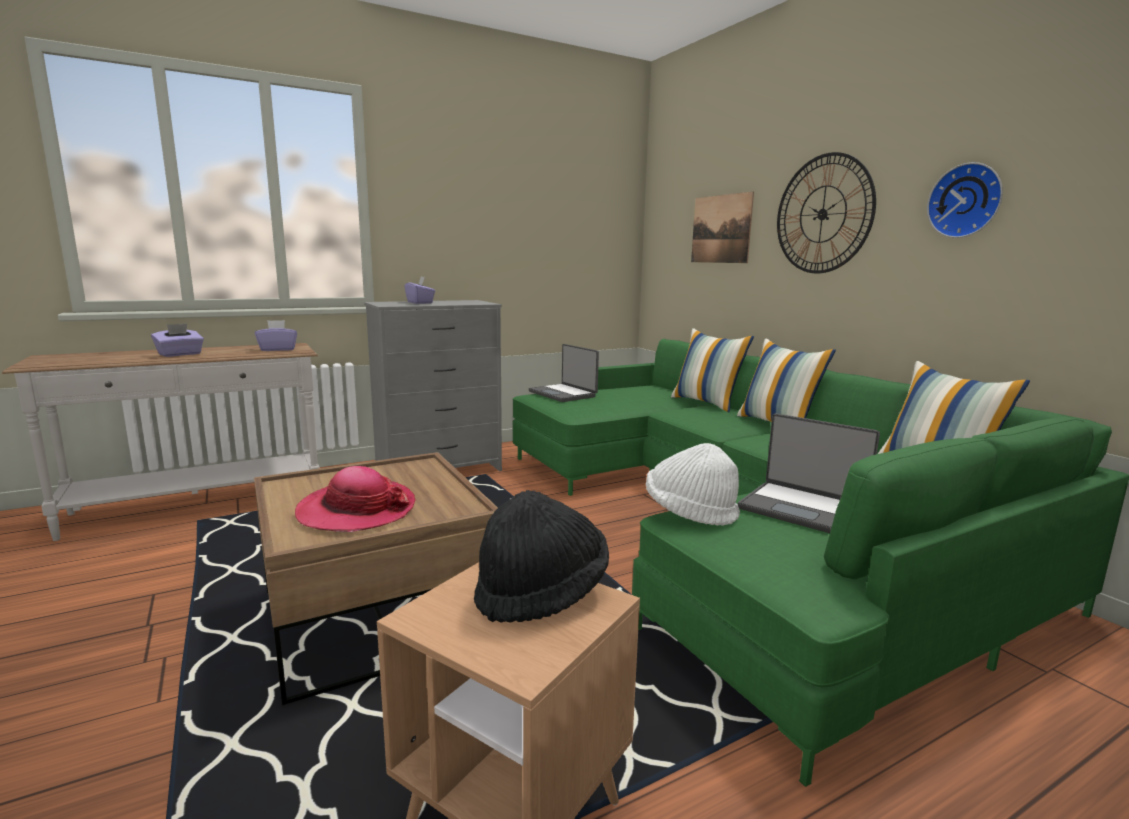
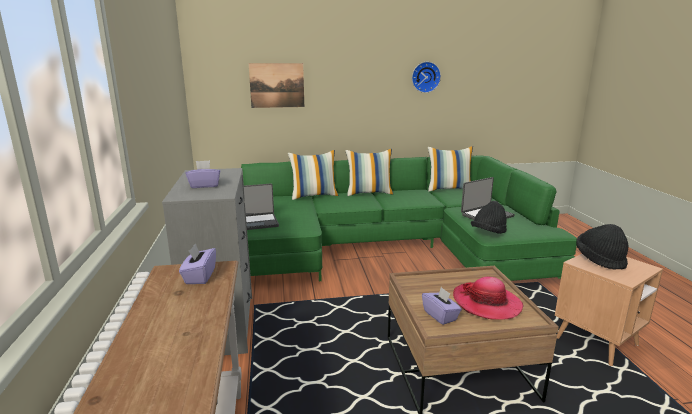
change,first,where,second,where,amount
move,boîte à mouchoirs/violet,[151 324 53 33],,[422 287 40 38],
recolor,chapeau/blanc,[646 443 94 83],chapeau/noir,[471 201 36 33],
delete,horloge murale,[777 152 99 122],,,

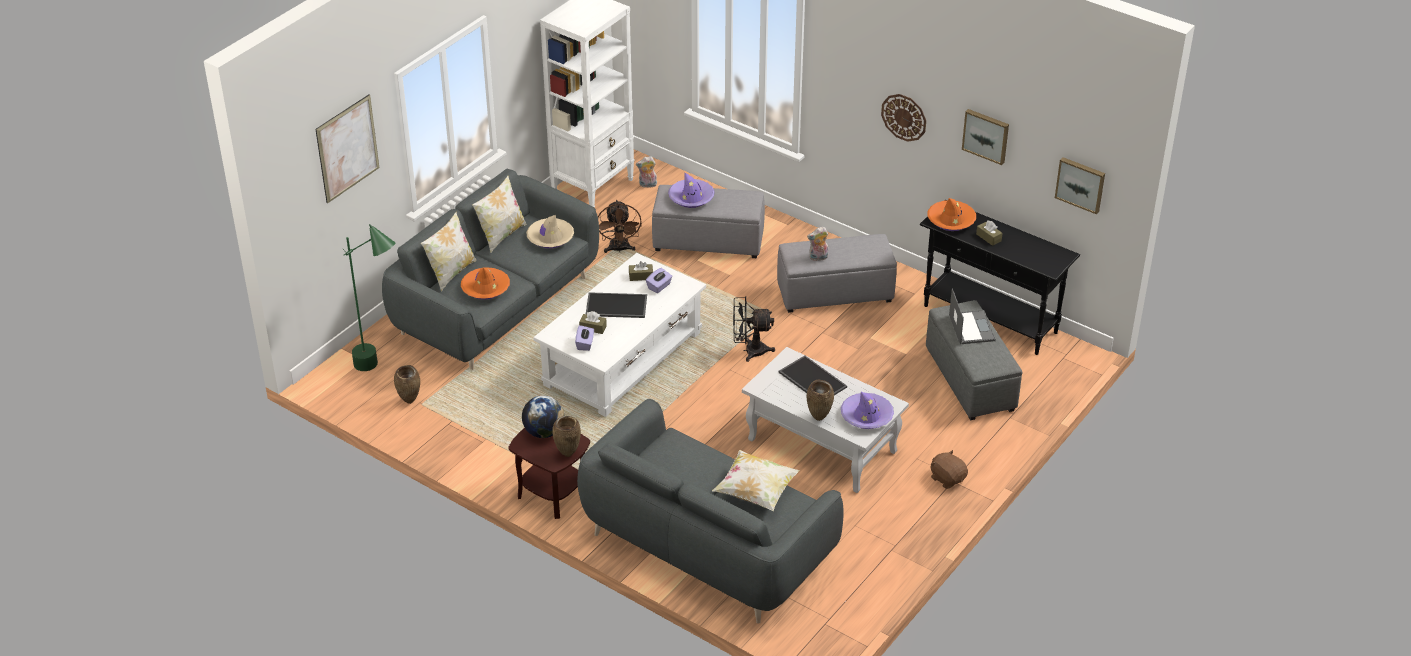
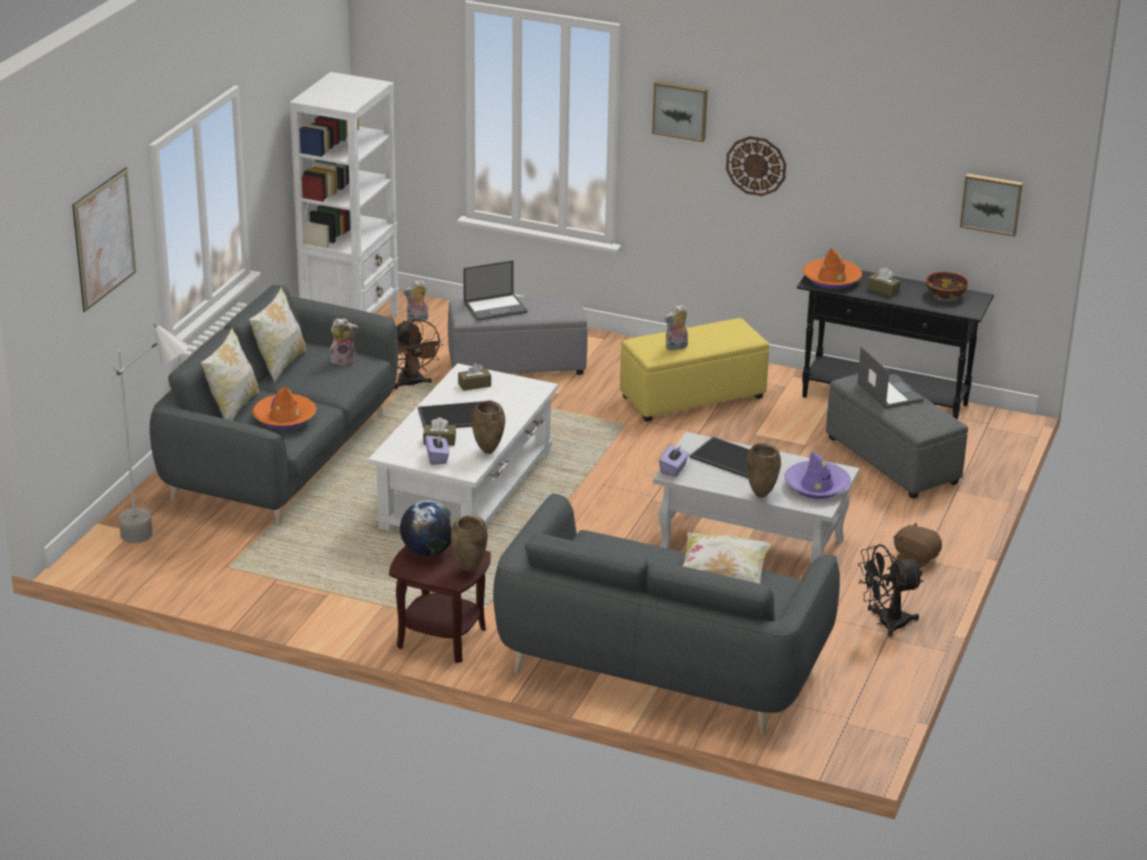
change,first,where,second,where,amount
recolor,lampadaire/vert,[343 224 52 147],lampadaire/gris,[110 322 79 221],
move,vase/marron,[394 365 26 39],,[472 400 33 54],
replace,chapeau/beige,[526 215 48 33],peluche,[330 318 28 48],
move,boîte à mouchoirs/violet,[646 268 27 25],,[659 445 30 32],
replace,chapeau/violet,[668 173 47 35],ordinateur portable,[463 260 64 61],
move,ventilateur/noir,[733 296 42 66],,[858 544 65 93],
recolor,pouf/gris,[777 234 120 79],pouf/jaune,[620 318 149 104],
move,tableau,[962 109 47 56],,[652 81 56 61],
insert,,,bol,[926 272 42 27],

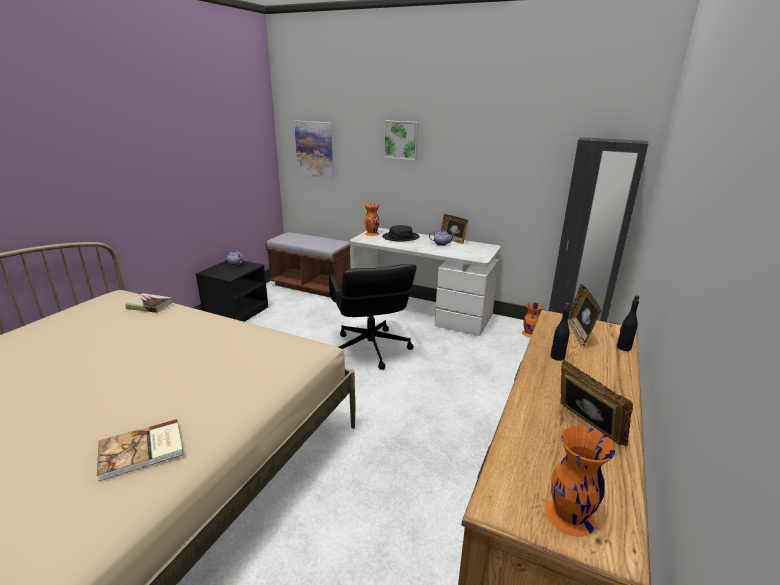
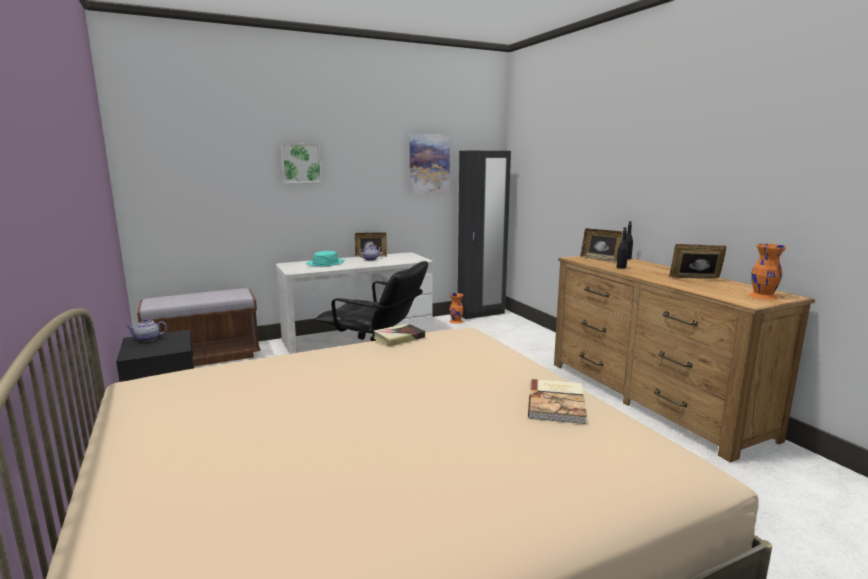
change,first,where,second,where,amount
move,livre,[125 293 47 20],,[374 323 51 24],
move,tableau,[294 121 39 59],,[410 134 40 59],
delete,vase/orange,[365 204 14 32],,,
recolor,chapeau/noir,[382 225 38 17],chapeau/turquoise,[306 251 39 16],

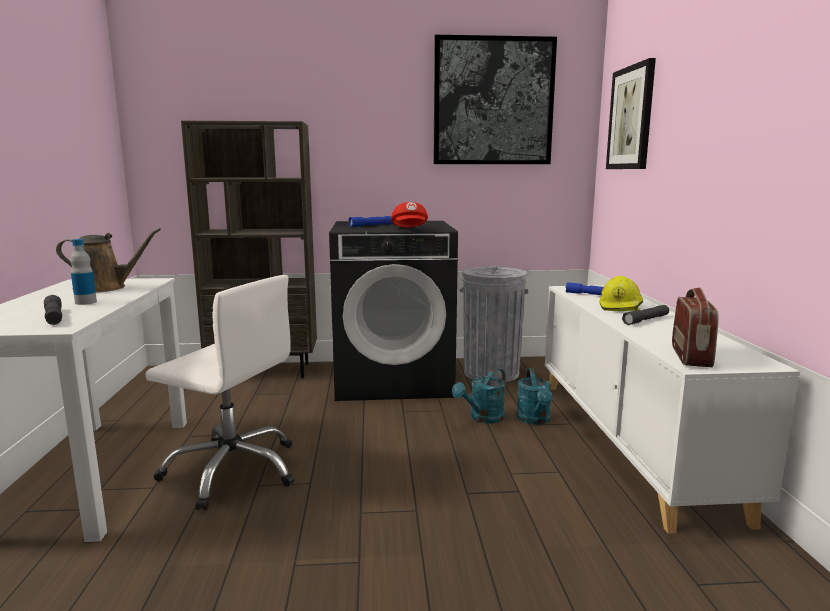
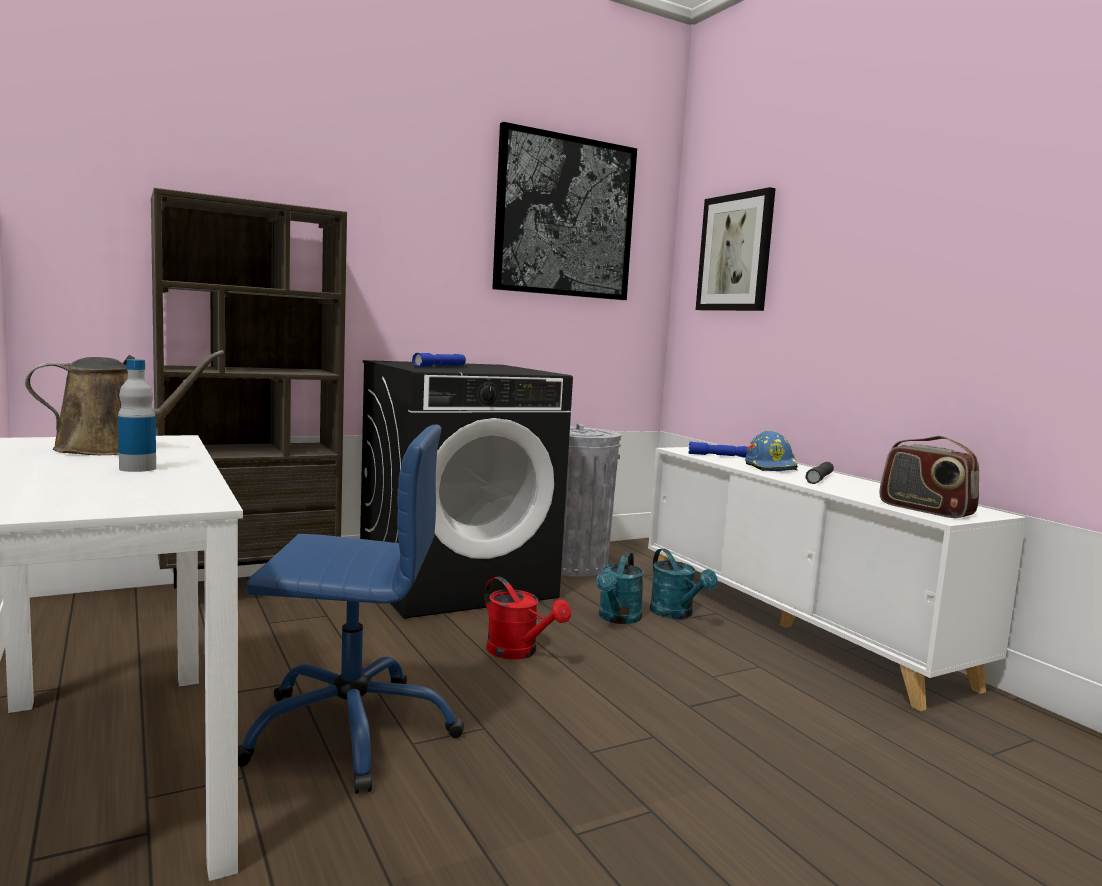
change,first,where,second,where,amount
delete,lampe de poche/gris,[44 295 18 30],,,
recolor,chaise de bureau/blanc,[145 275 150 235],chaise de bureau/bleu,[238 425 226 369],
delete,casquette/rouge,[391 202 37 25],,,
recolor,casque de chantier/jaune,[599 276 44 35],casque de chantier/bleu,[745 431 53 40],
rotate,radio,[672 287 47 80],,[879 436 100 82],150 degrees clockwise
insert,,,arrosoir/rouge,[485 577 86 82],

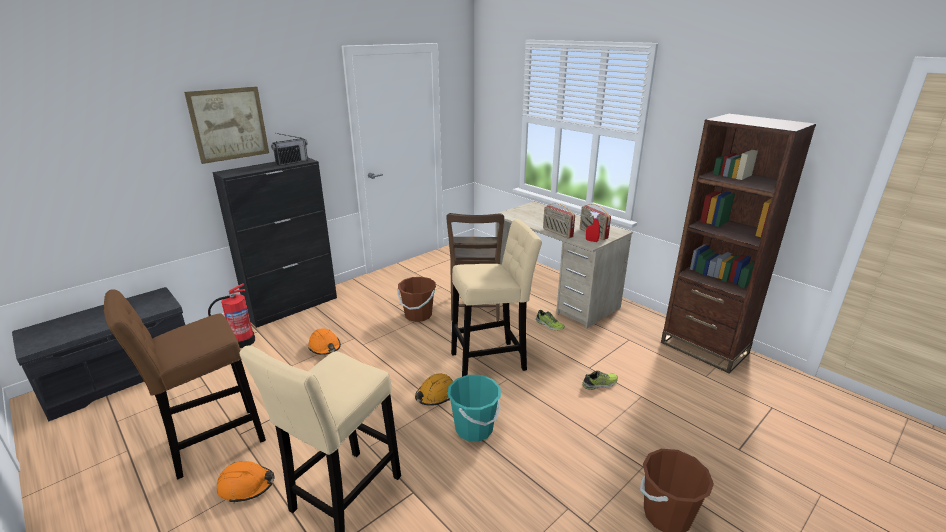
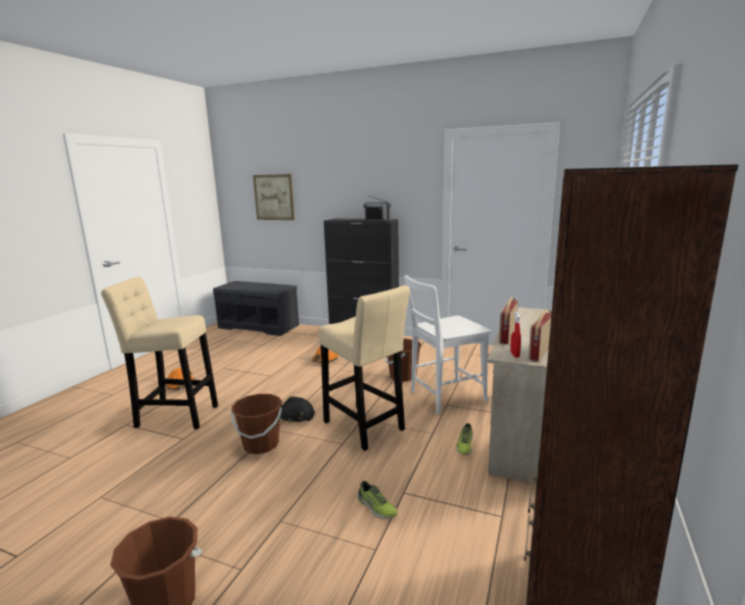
change,first,where,second,where,amount
delete,tabouret/marron,[104 289 162 191],,,
move,tableau,[184 86 85 78],,[253 174 42 46],
delete,extincteur,[208 283 47 65],,,
recolor,casque de chantier/orange,[415 373 38 33],casque de chantier/noir,[280 396 35 27],
recolor,chaise/marron,[446 213 58 108],chaise/blanc,[404 275 87 139],
recolor,seau/turquoise,[447 375 54 67],seau/marron,[231 394 51 60],

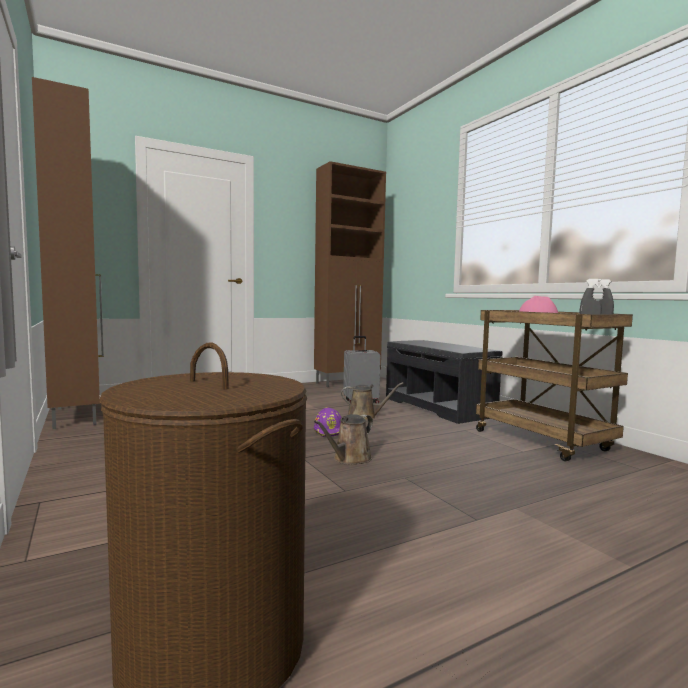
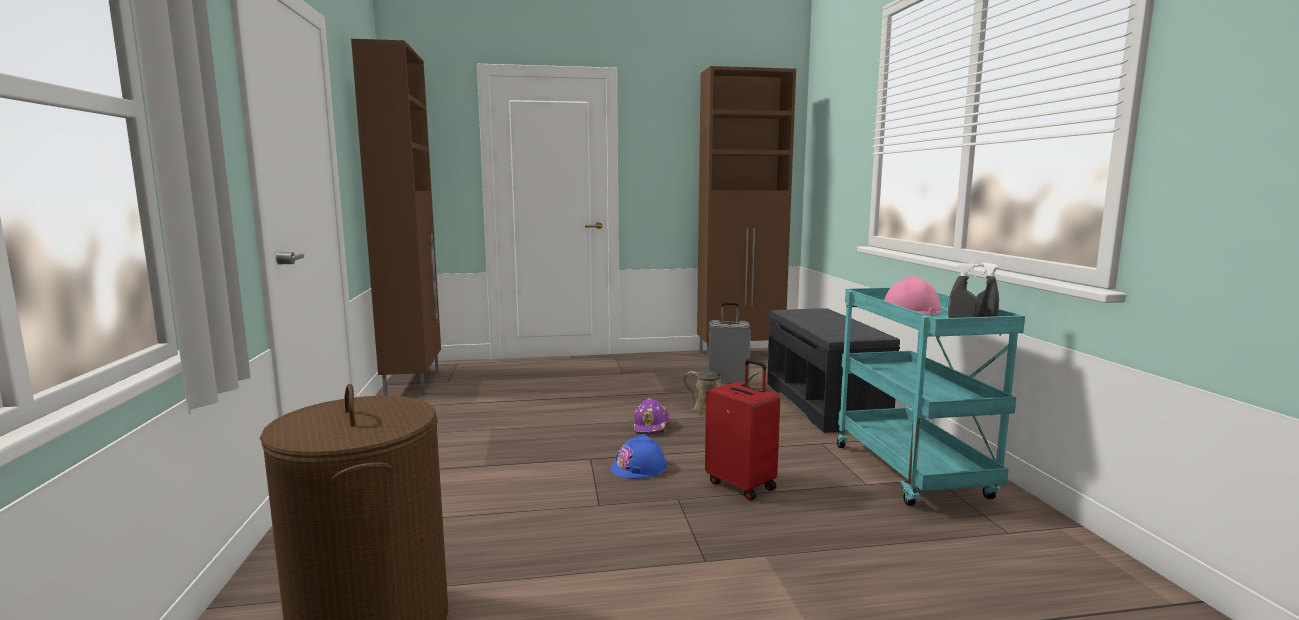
change,first,where,second,where,amount
replace,arrosoir/marron,[314 414 59 51],casque de chantier/bleu,[611 434 56 45],
recolor,chariot/marron,[476 310 157 151],chariot/turquoise,[837 288 188 218],
insert,,,valise/rouge,[705 359 75 142],

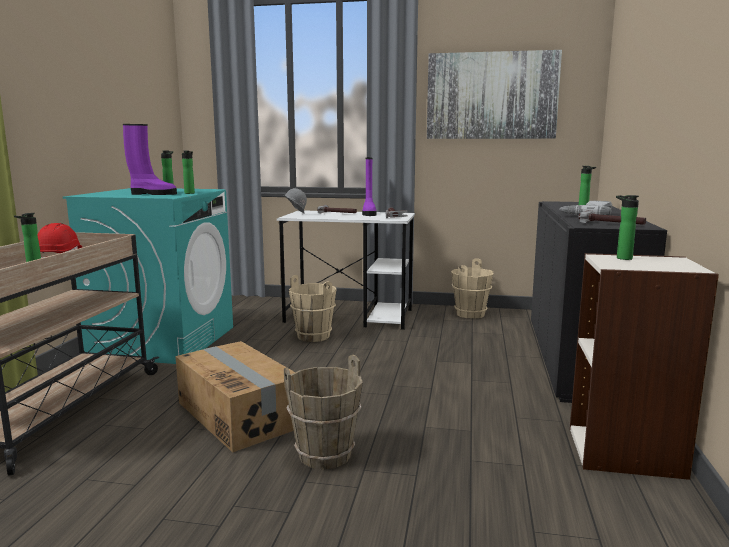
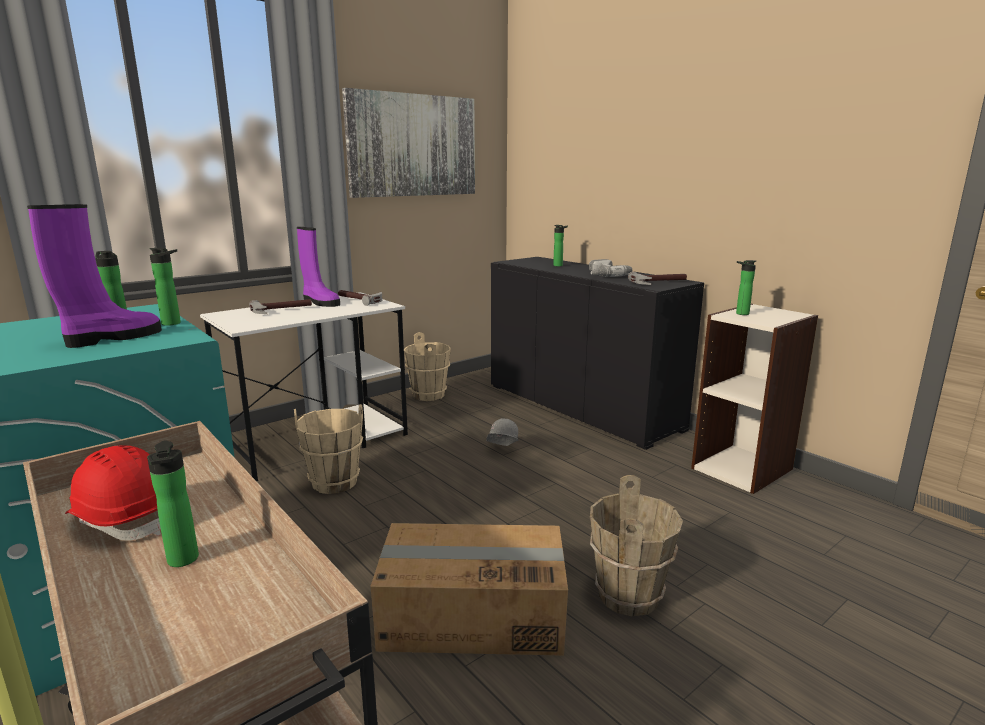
change,first,where,second,where,amount
move,casque de chantier/gris,[284 188 23 26],,[487 418 31 28],

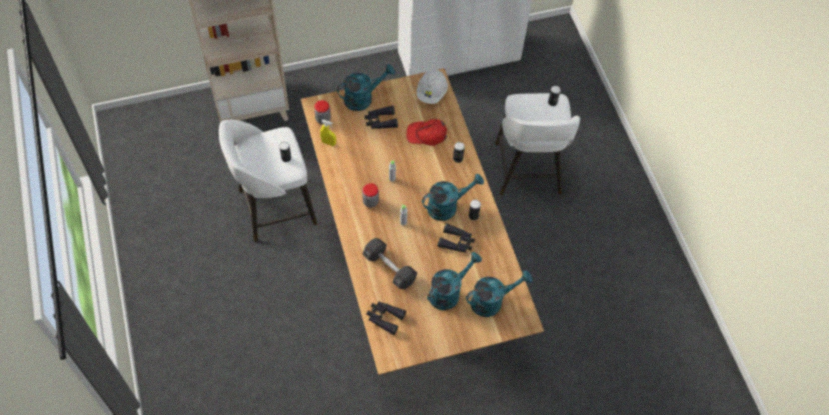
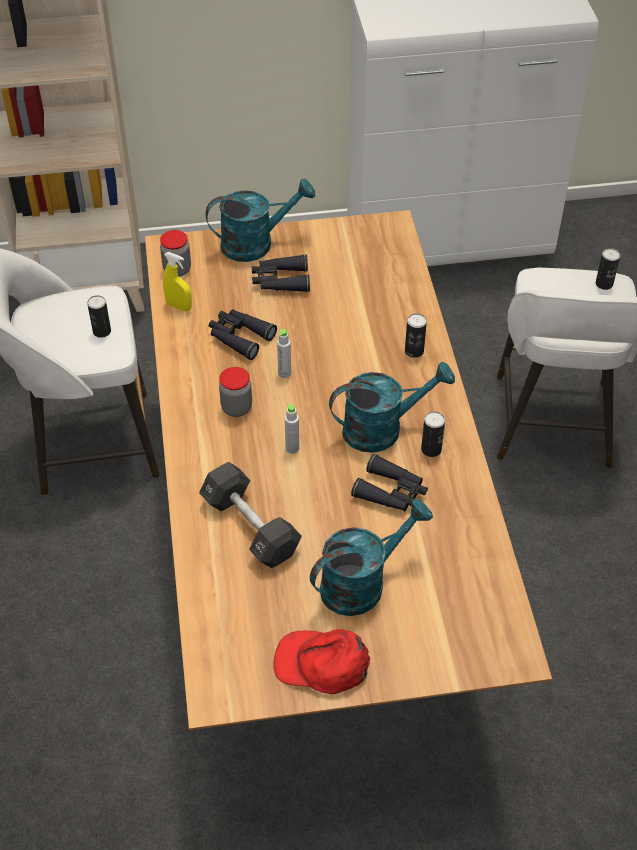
change,first,where,second,where,amount
move,jumelles/noir,[366 301 40 34],,[209 309 68 51],
move,casquette/rouge,[406 119 41 27],,[273 629 97 65],
delete,casque de chantier/blanc,[417 69 31 35],,,
delete,arrosoir/turquoise,[466 270 66 47],,,

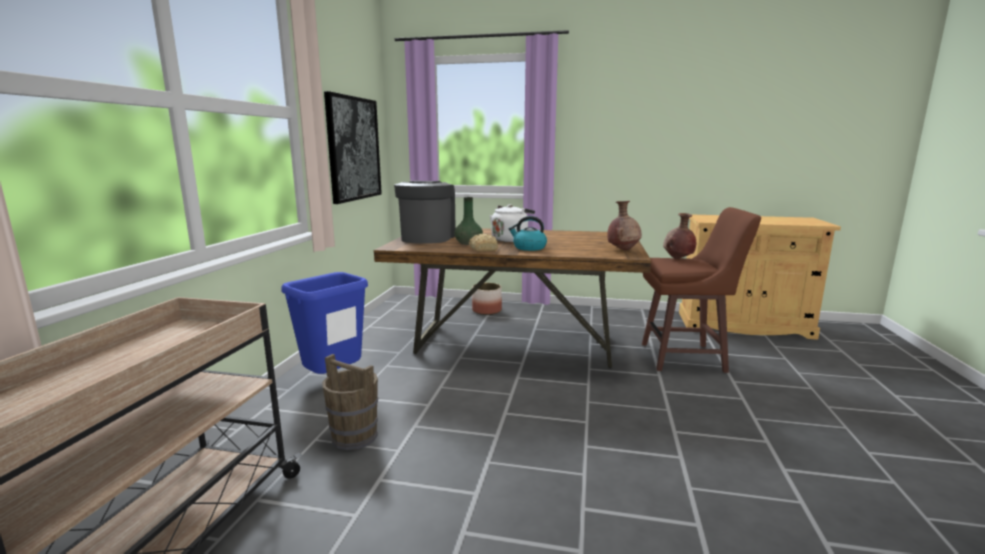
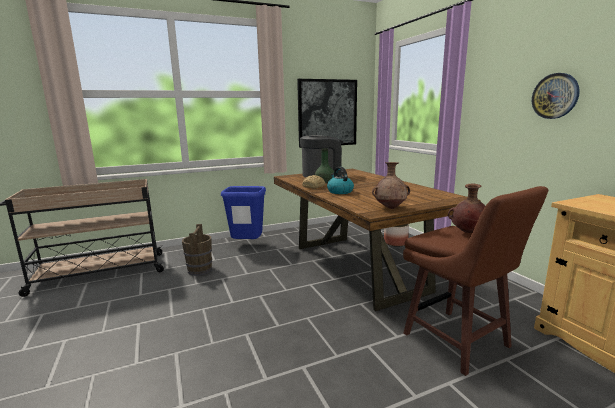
change,first,where,second,where,amount
delete,bouilloire/blanc,[489 204 46 38],,,
insert,,,horloge murale,[532 73 48 46],

